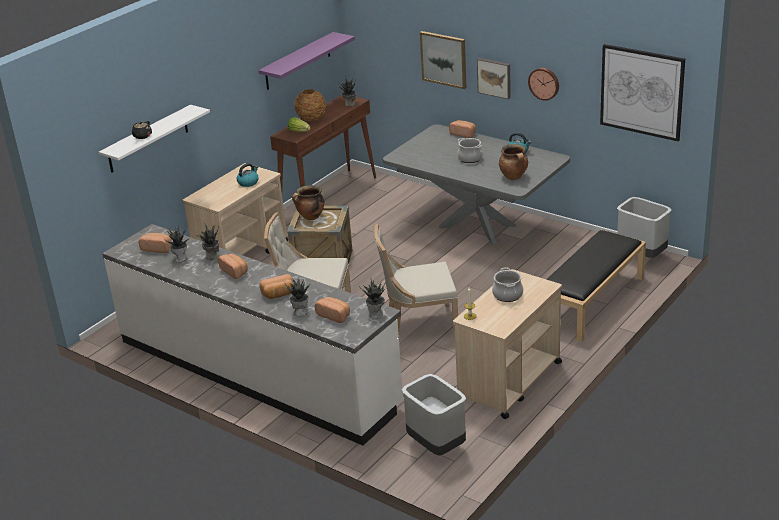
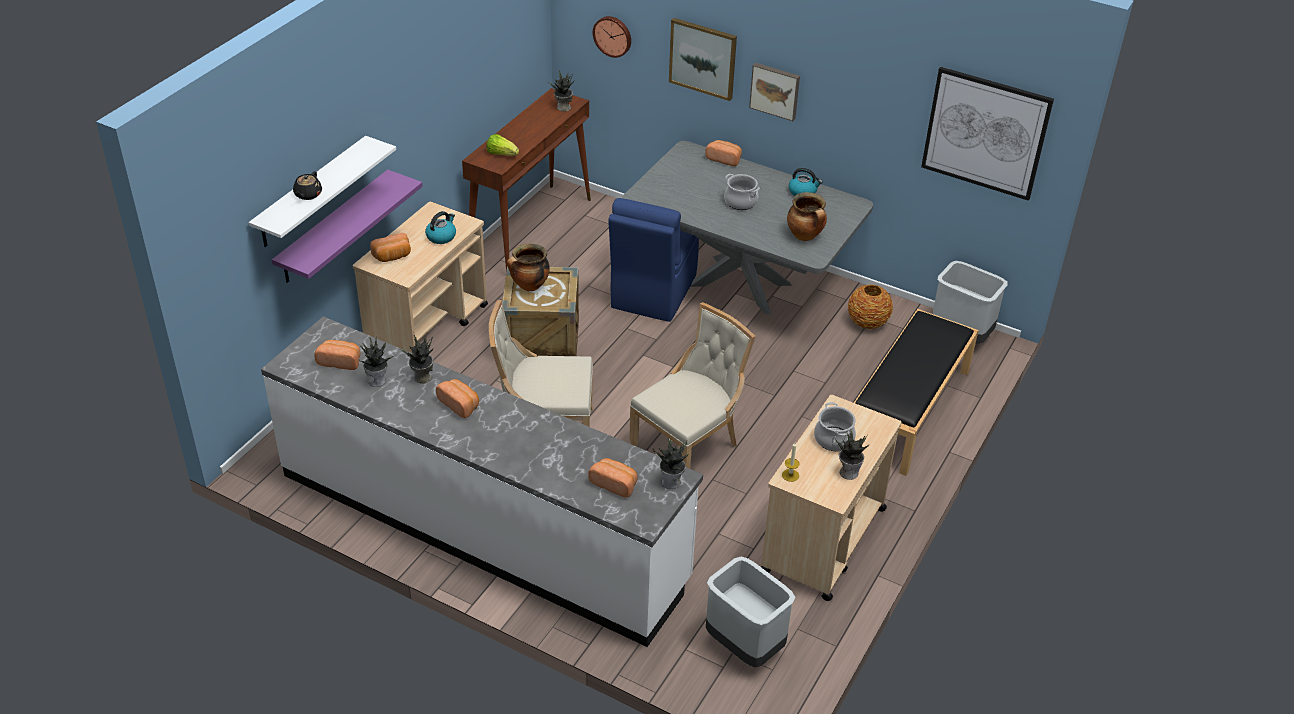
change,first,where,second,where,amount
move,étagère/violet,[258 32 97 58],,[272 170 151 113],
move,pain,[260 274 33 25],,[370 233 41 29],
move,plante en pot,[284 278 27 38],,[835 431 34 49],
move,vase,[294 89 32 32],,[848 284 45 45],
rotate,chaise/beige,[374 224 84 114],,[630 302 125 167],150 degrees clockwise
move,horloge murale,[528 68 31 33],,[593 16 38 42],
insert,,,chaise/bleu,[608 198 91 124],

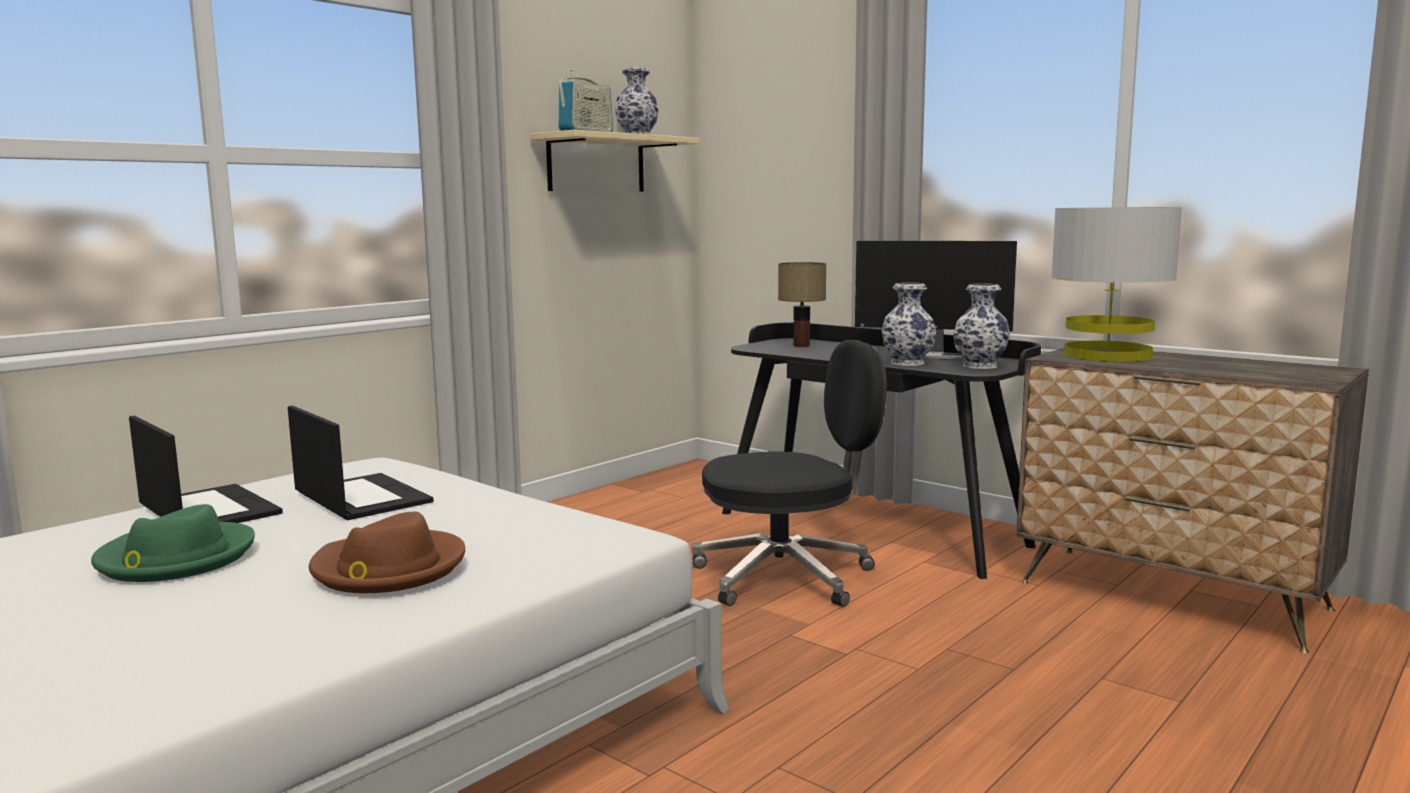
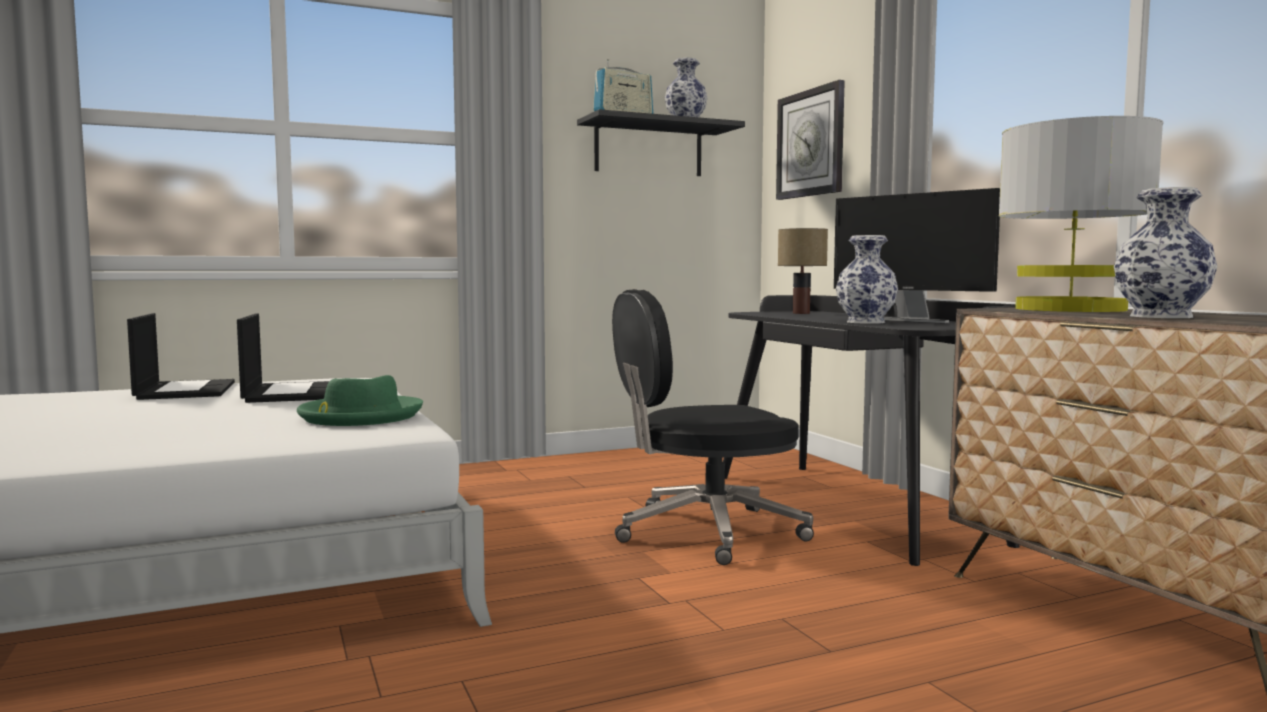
change,first,where,second,where,amount
move,chapeau/vert,[91 504 164 78],,[297 375 126 51],
delete,chapeau/marron,[309 512 156 81],,,
recolor,étagère/beige,[530 130 169 62],étagère/noir,[577 109 168 67],
rotate,chaise de bureau/noir,[692 340 195 267],,[612 289 202 276],150 degrees clockwise
move,vase,[953 283 57 86],,[1114 187 103 131],
insert,,,horloge murale,[776 80 69 120],

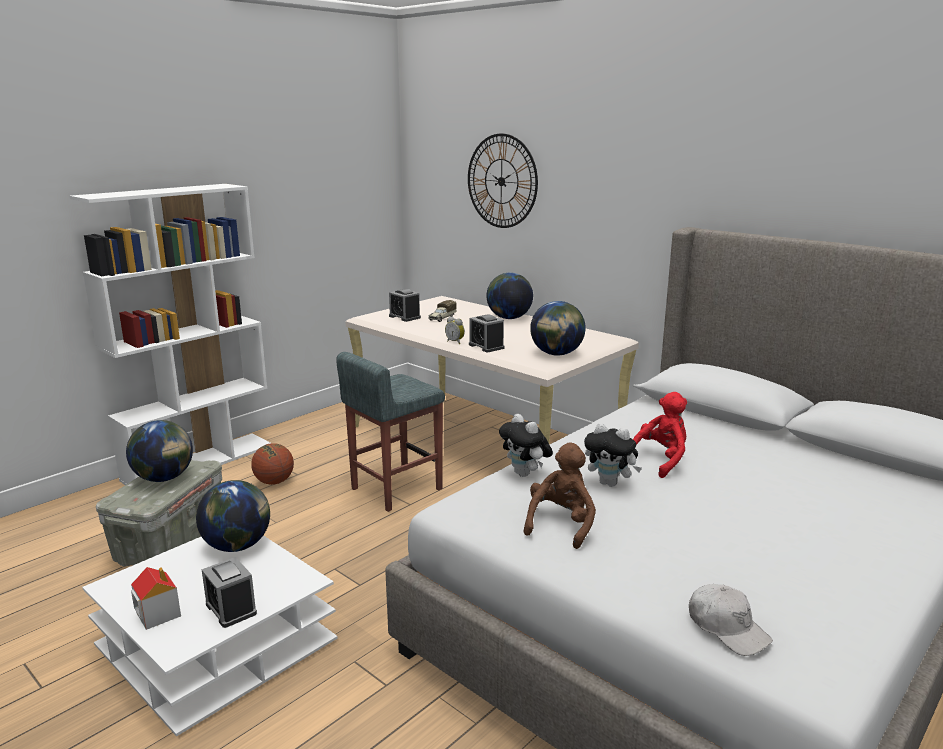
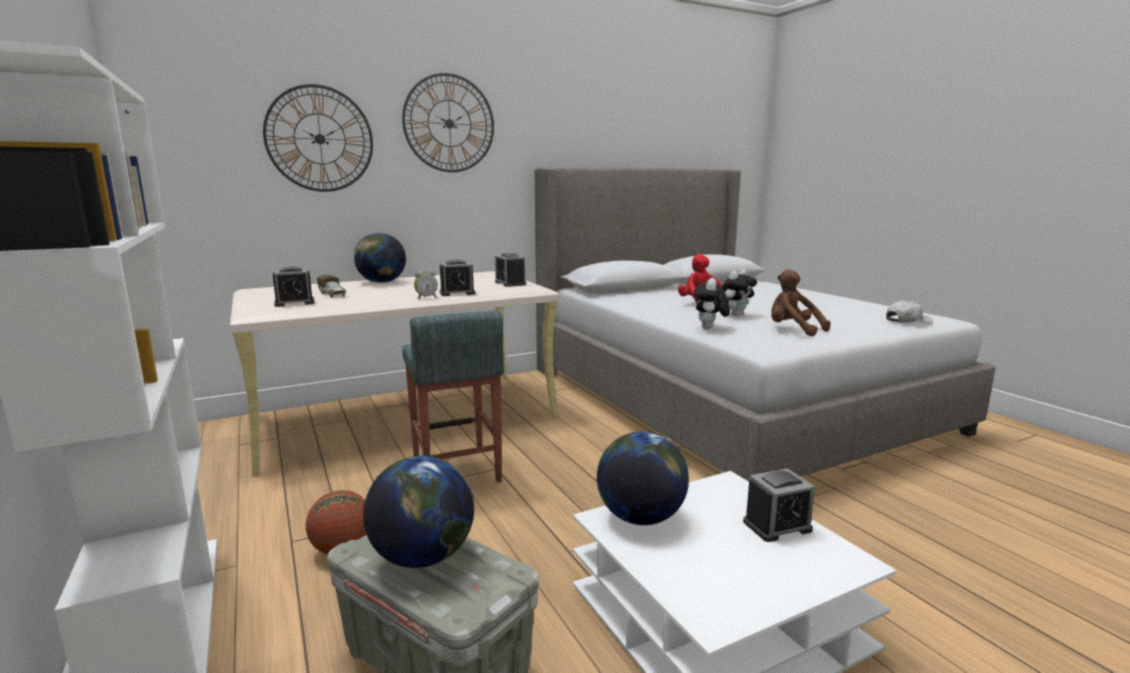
change,first,where,second,where,amount
delete,maison miniature,[131 567 50 63],,,
rotate,peluche,[499 414 54 63],,[694 278 36 51],120 degrees clockwise
replace,globe,[530 301 56 55],réveil,[495 253 31 34],
insert,,,horloge murale,[402 73 92 99],

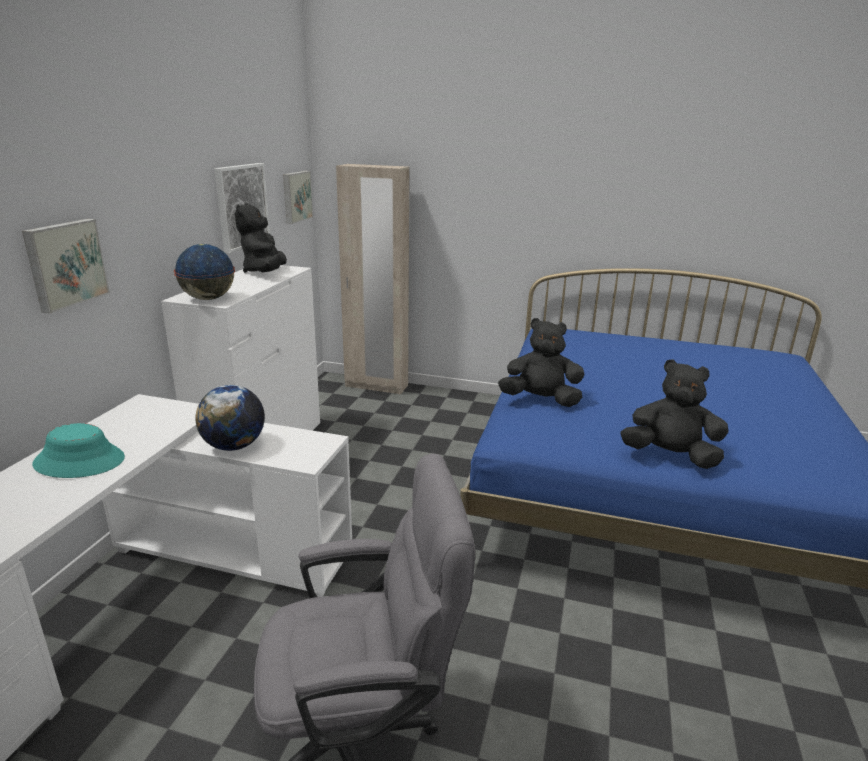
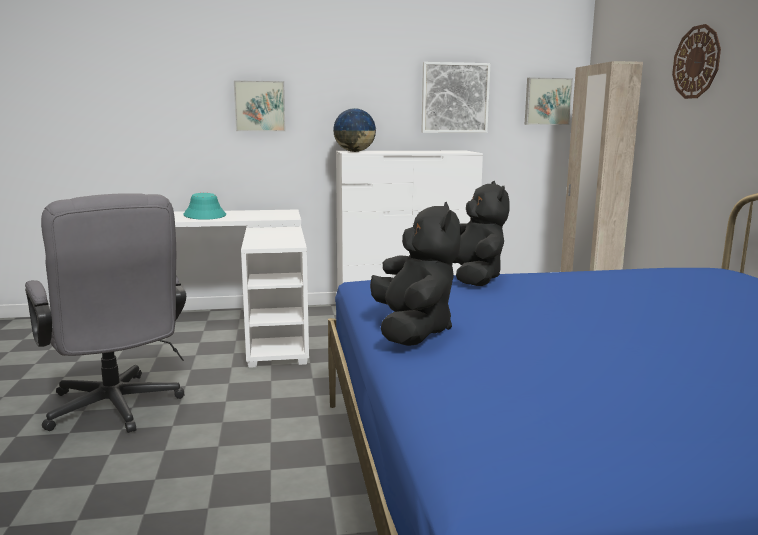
change,first,where,second,where,amount
delete,globe,[195 385 70 66],,,
delete,peluche/noir,[235 203 52 70],,,
insert,,,horloge murale,[672 24 49 75],

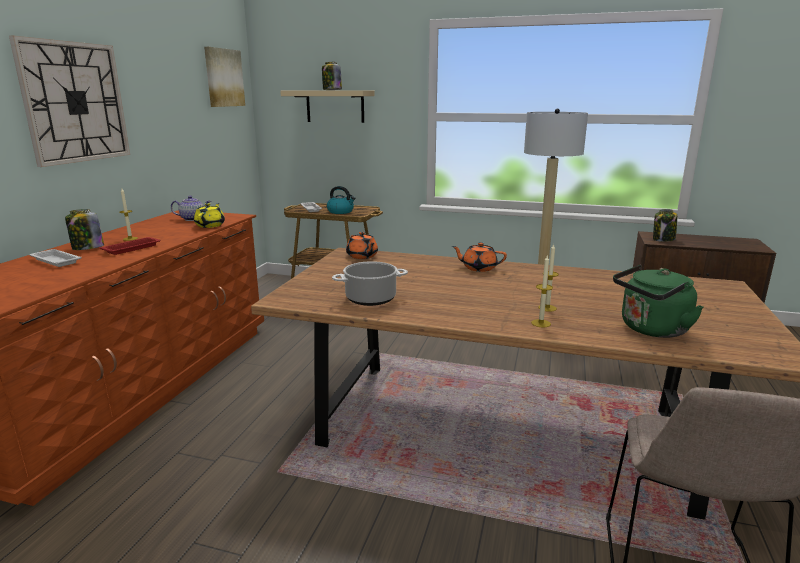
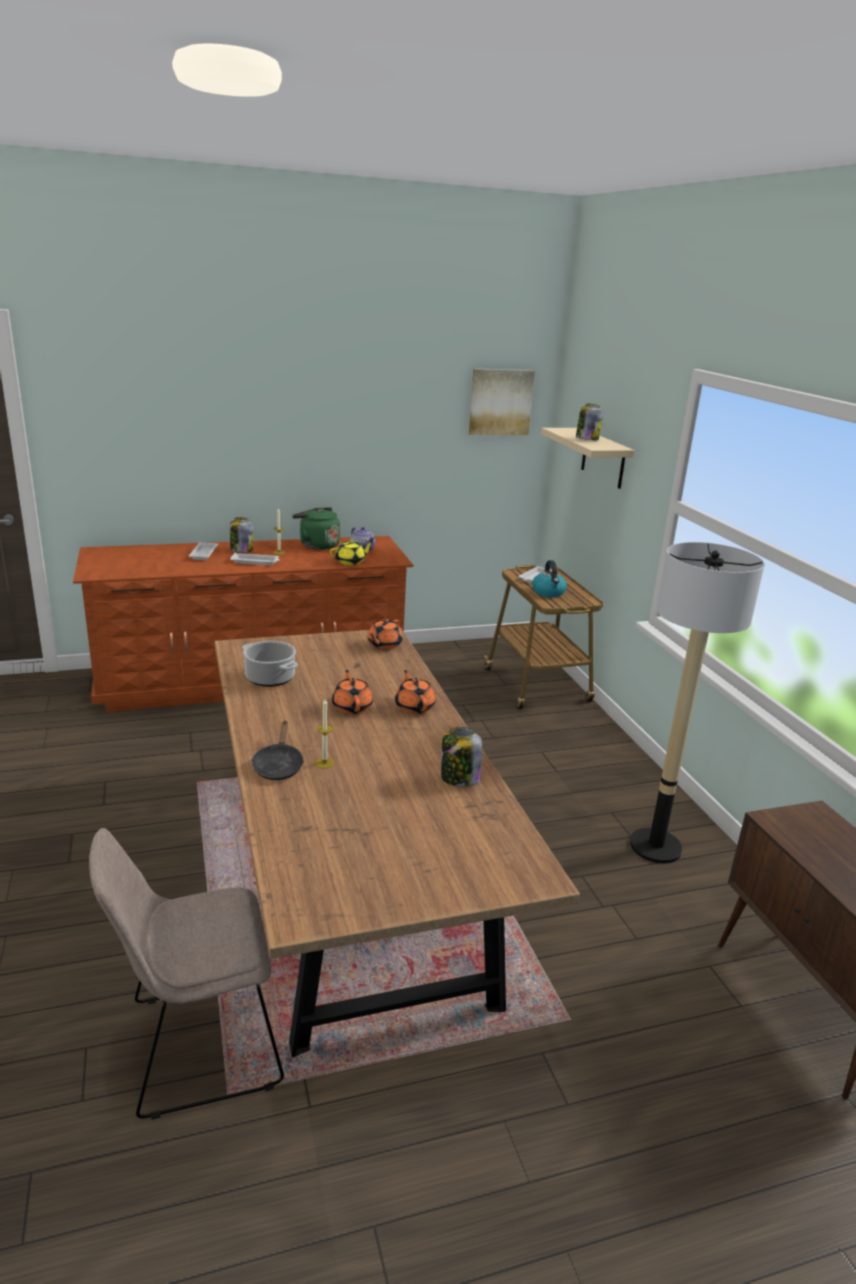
change,first,where,second,where,amount
delete,horloge murale,[9 36 121 131],,,
recolor,plateau/rouge,[99 237 61 18],plateau/blanc,[230 553 50 12],
replace,bougie,[531 255 22 72],poêle/noir,[251 721 53 59],
move,bouilloire/vert,[613 265 90 73],,[292 507 48 43],
move,bocal,[653 209 24 33],,[441 727 41 60],
insert,,,théière/orange,[332 670 41 44],

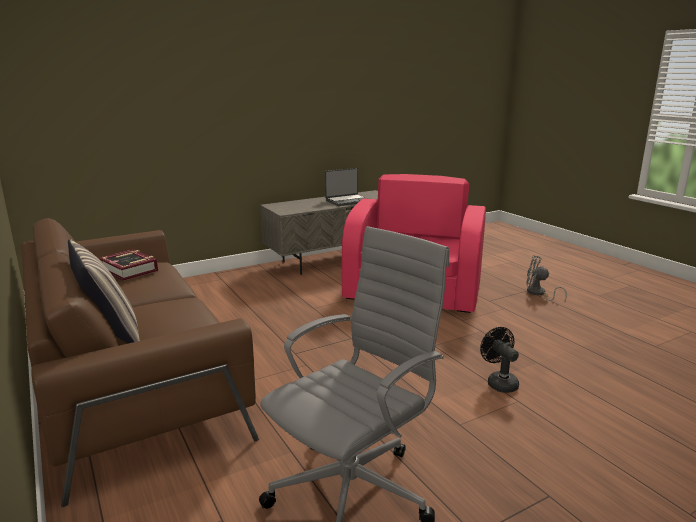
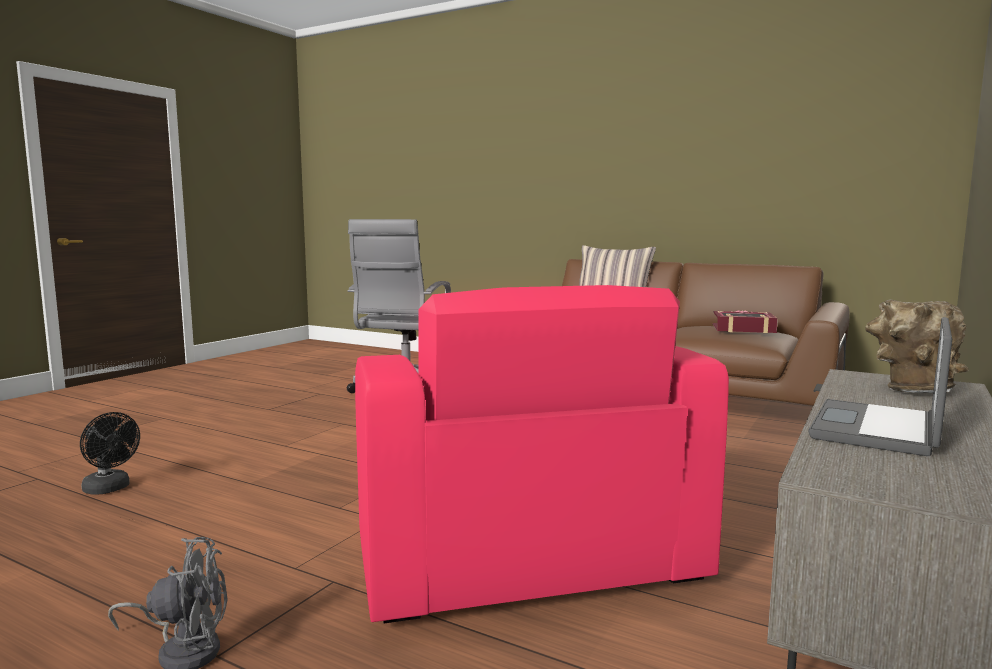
change,first,where,second,where,amount
move,ventilateur/noir,[480 327 39 66],,[80 412 60 83],
insert,,,vase/marron,[865 300 104 93],

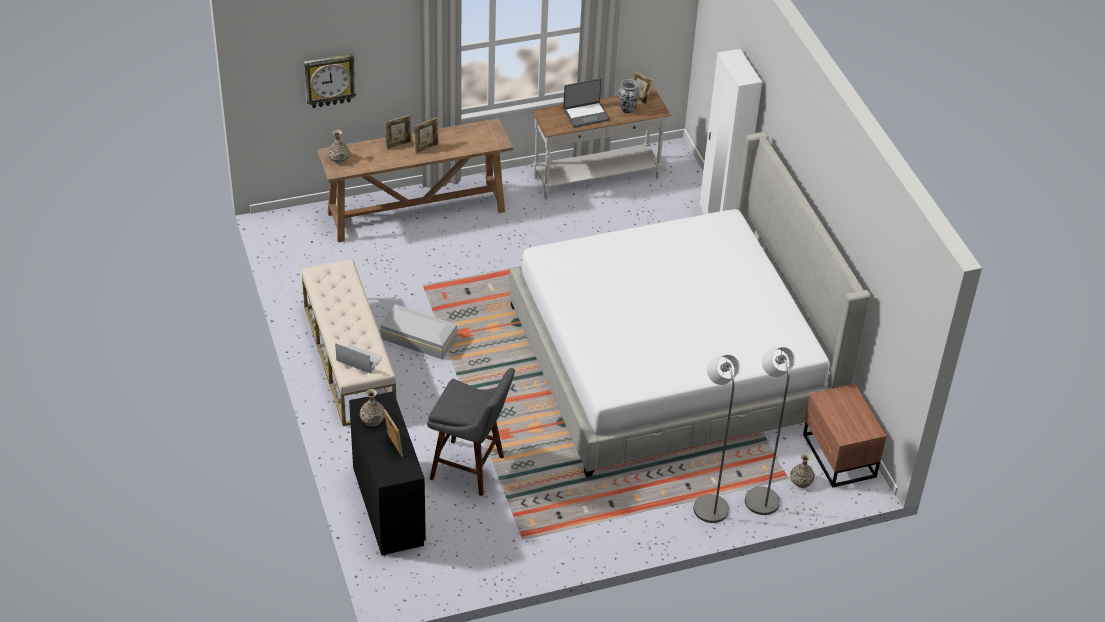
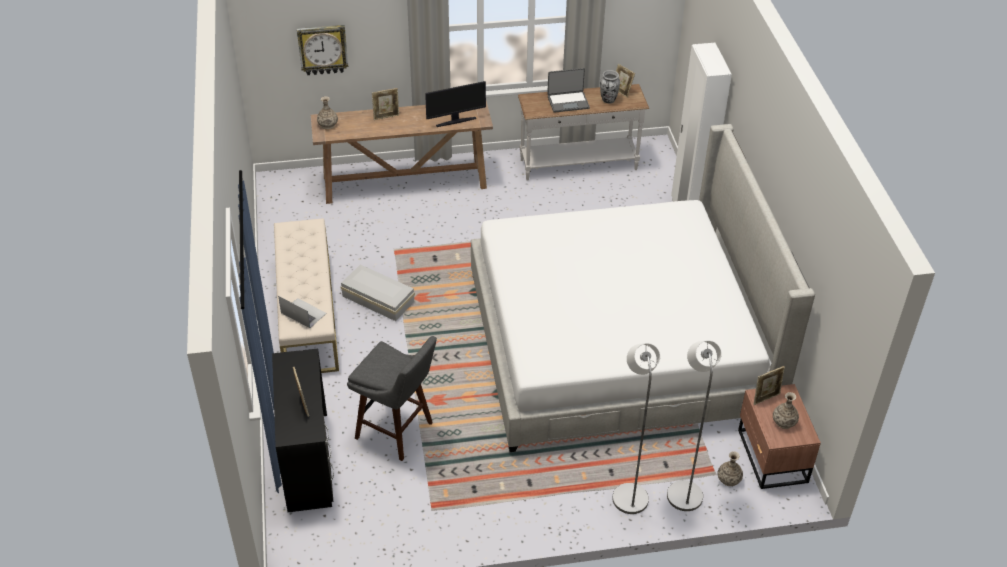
change,first,where,second,where,amount
move,vase,[360 389 25 37],,[773 392 26 37],
move,cadre photo,[414 117 25 37],,[754 366 31 39],
insert,,,écran d'ordinateur,[425 81 61 46],

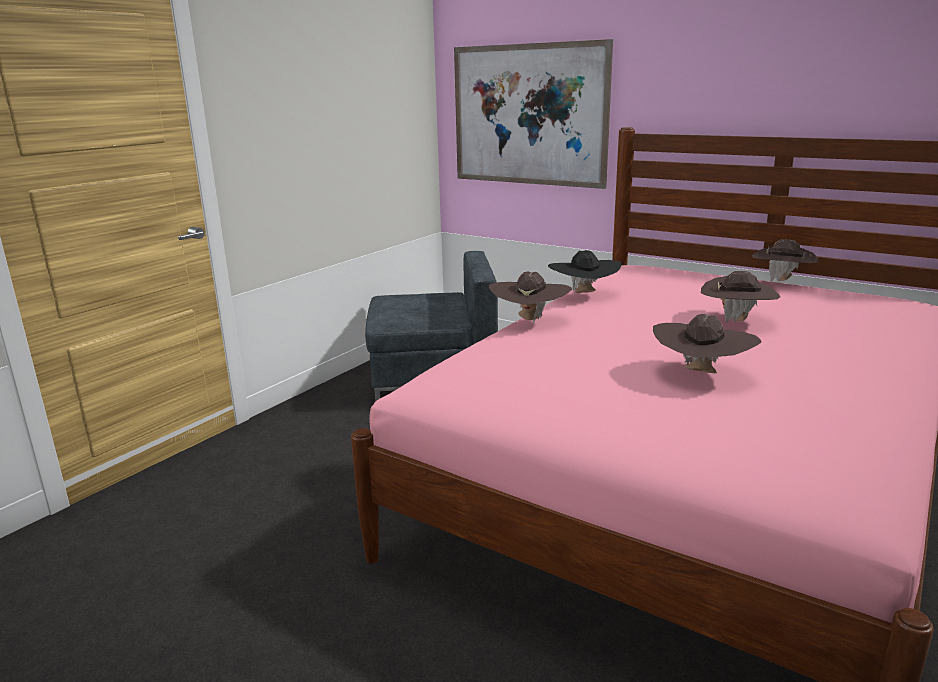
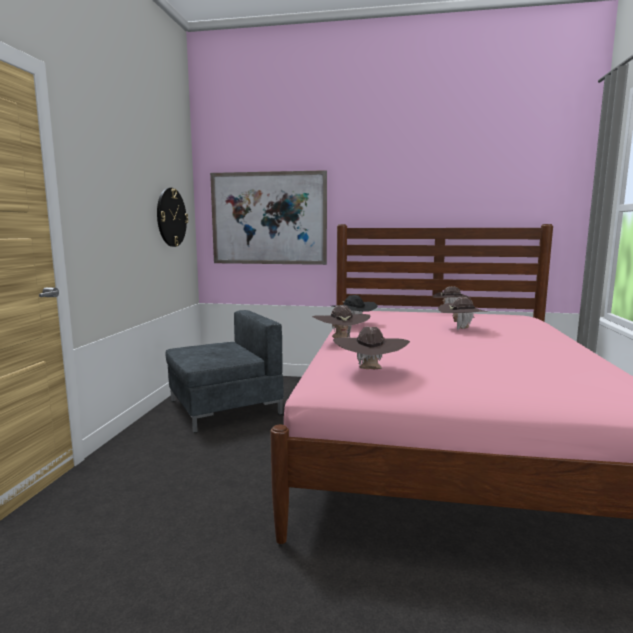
change,first,where,second,where,amount
move,chapeau/marron,[653 314 109 59],,[333 327 77 42],
insert,,,horloge murale,[157 188 31 59],

